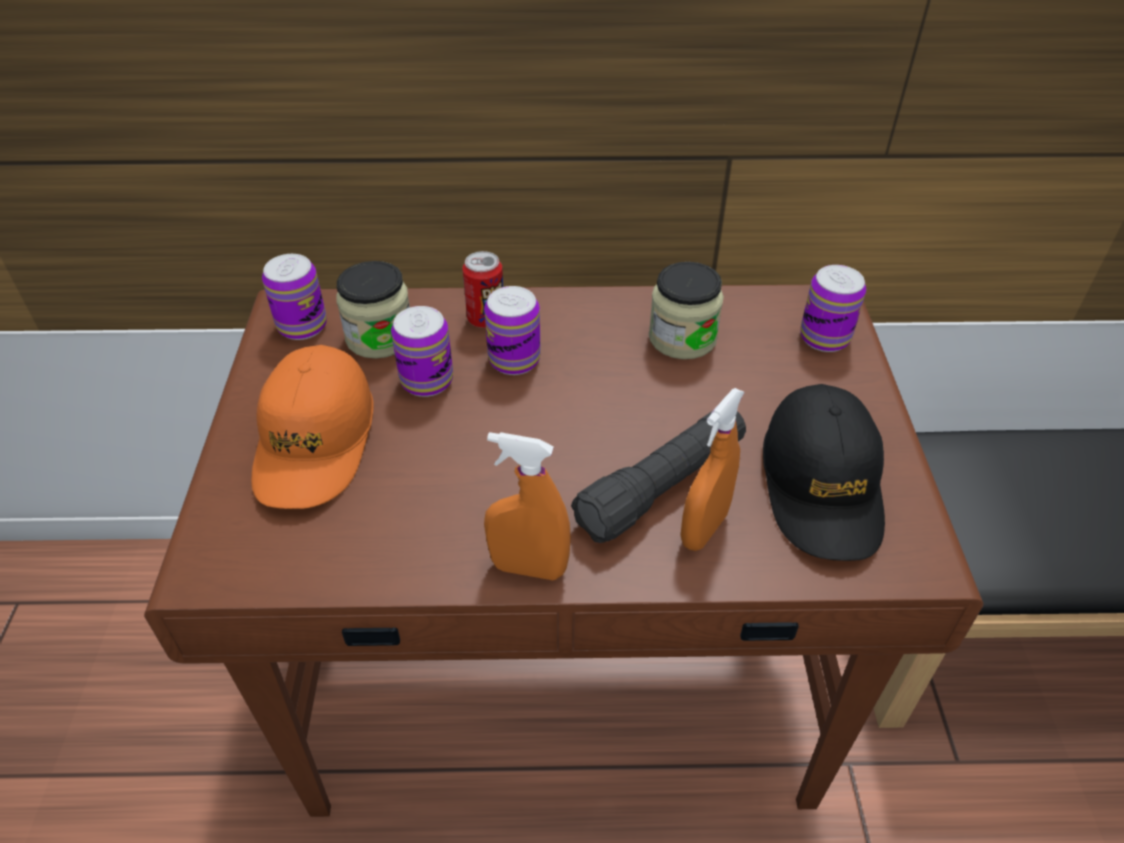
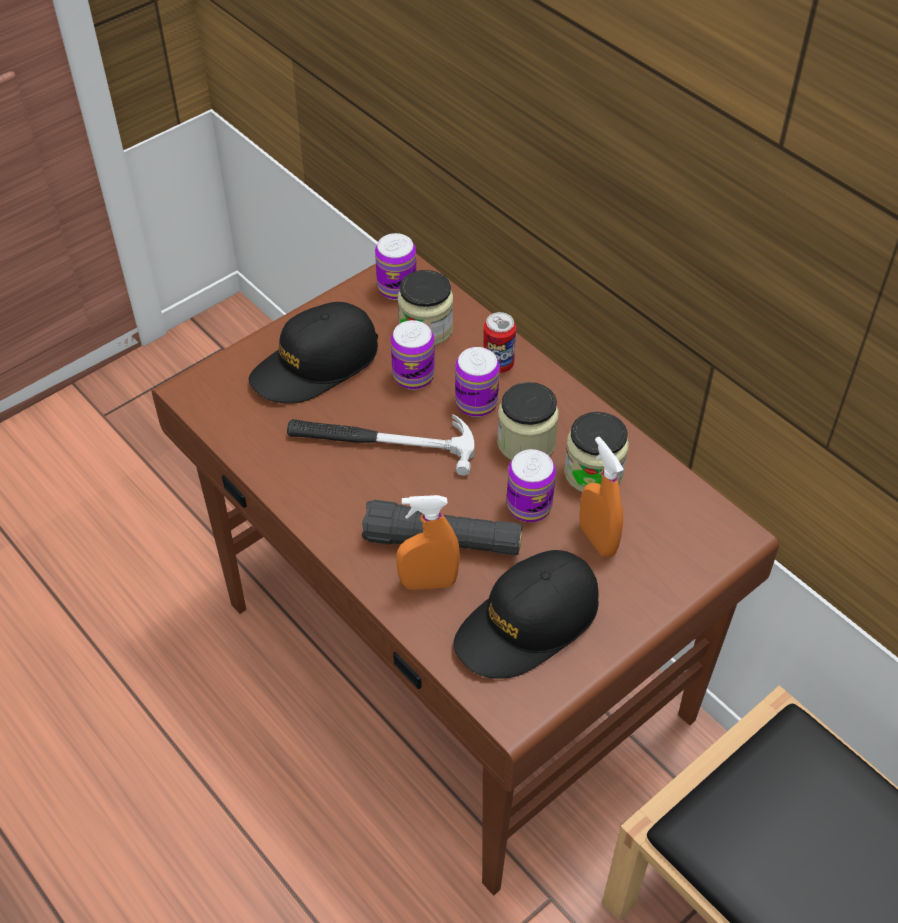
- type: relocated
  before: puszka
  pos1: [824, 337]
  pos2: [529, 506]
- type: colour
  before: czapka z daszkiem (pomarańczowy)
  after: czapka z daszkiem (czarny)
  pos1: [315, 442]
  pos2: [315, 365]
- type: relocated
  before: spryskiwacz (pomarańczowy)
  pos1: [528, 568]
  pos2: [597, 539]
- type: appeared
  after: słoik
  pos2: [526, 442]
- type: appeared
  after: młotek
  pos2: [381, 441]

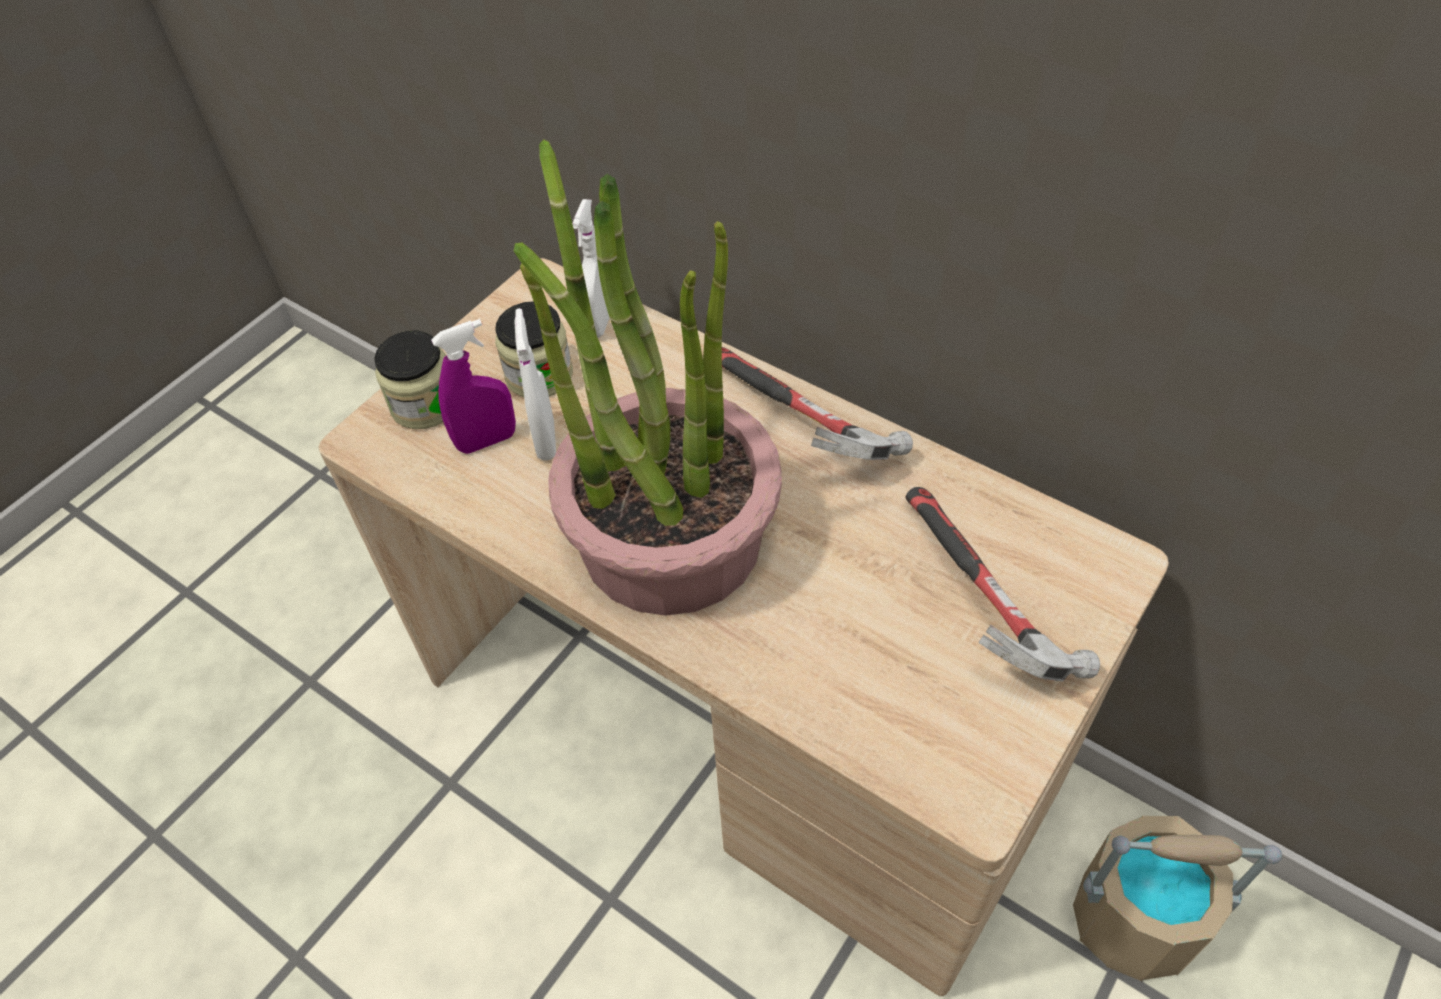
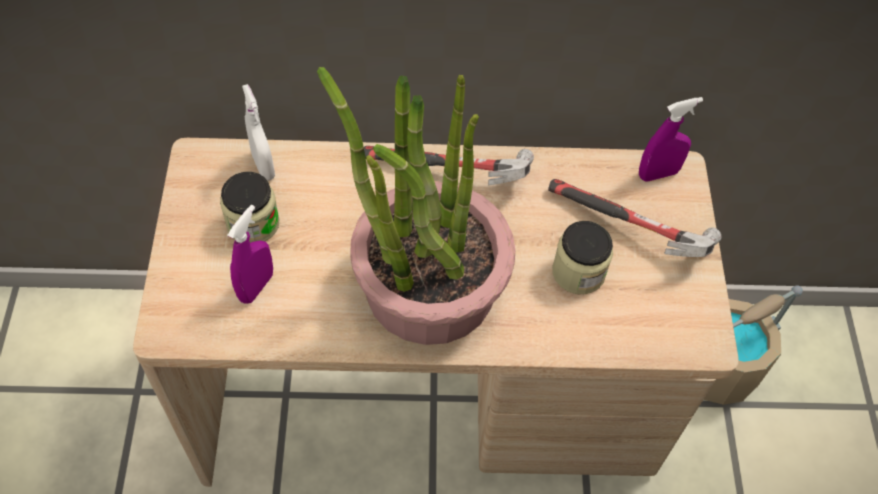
- type: missing
  before: spryskiwacz (biały)
  pos1: [546, 440]
- type: relocated
  before: słoik
  pos1: [425, 404]
  pos2: [578, 272]
- type: appeared
  after: spryskiwacz (fioletowy)
  pos2: [658, 174]

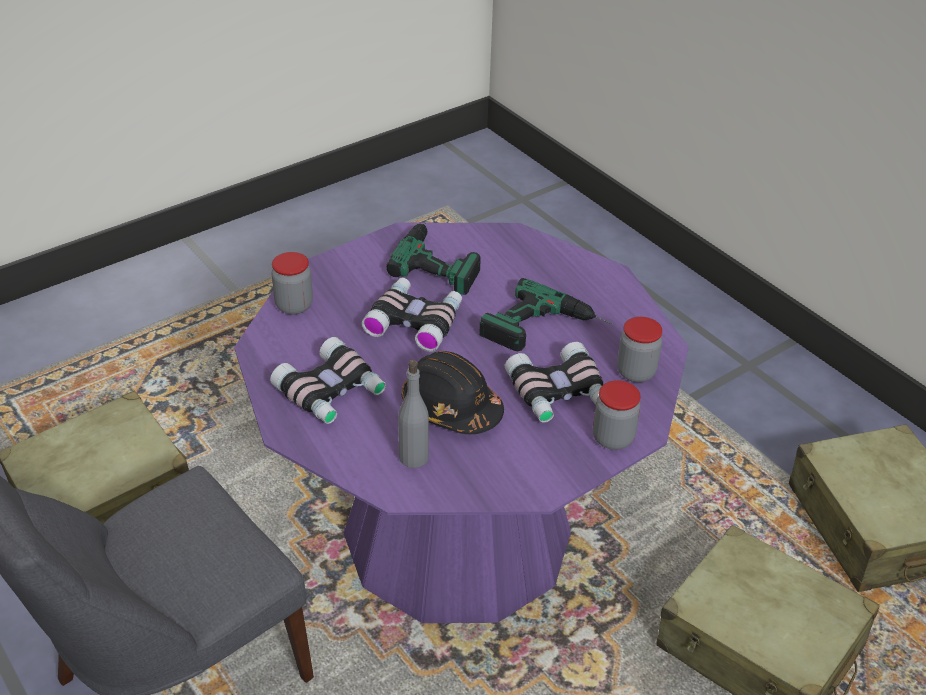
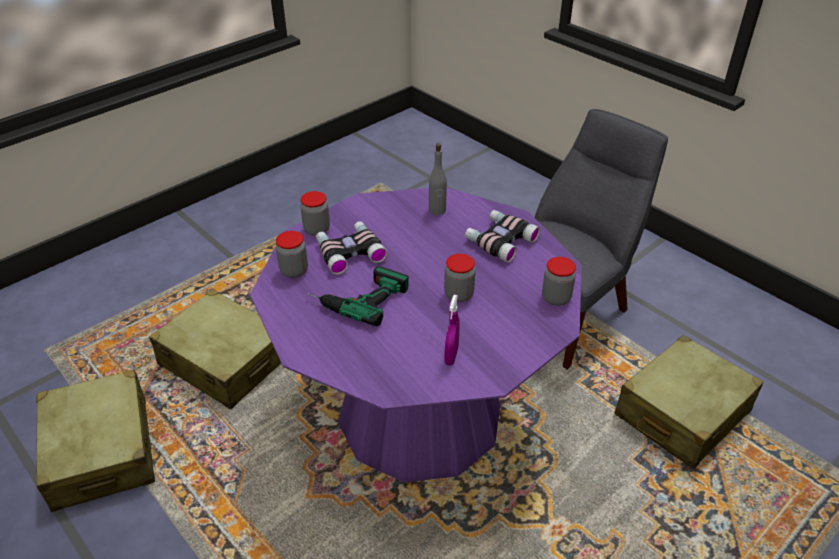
- type: exchanged
  before: wiertarka
  after: spryskiwacz (fioletowy)
  pos1: [441, 257]
  pos2: [451, 356]
- type: exchanged
  before: lornetka
  after: słoik
  pos1: [415, 320]
  pos2: [459, 295]
- type: missing
  before: kask (czarny)
  pos1: [451, 408]

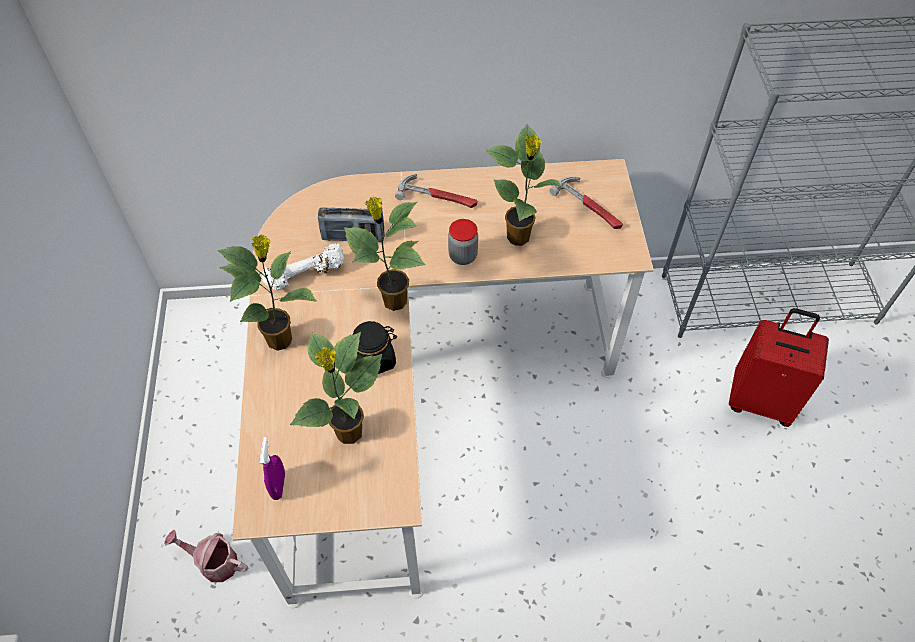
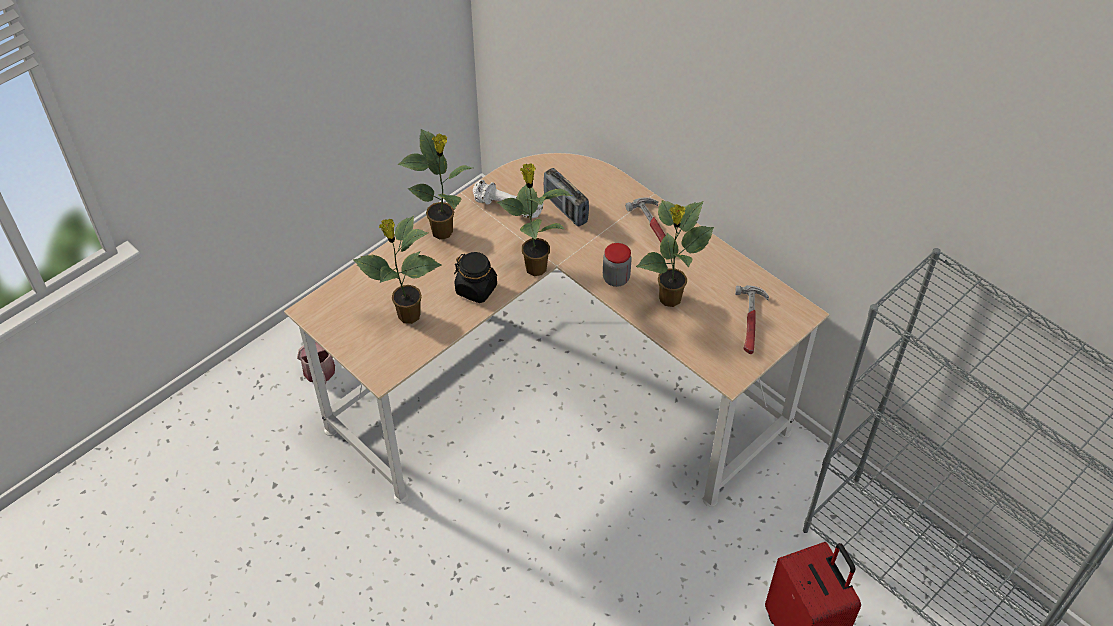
- type: missing
  before: spryskiwacz (fioletowy)
  pos1: [278, 485]

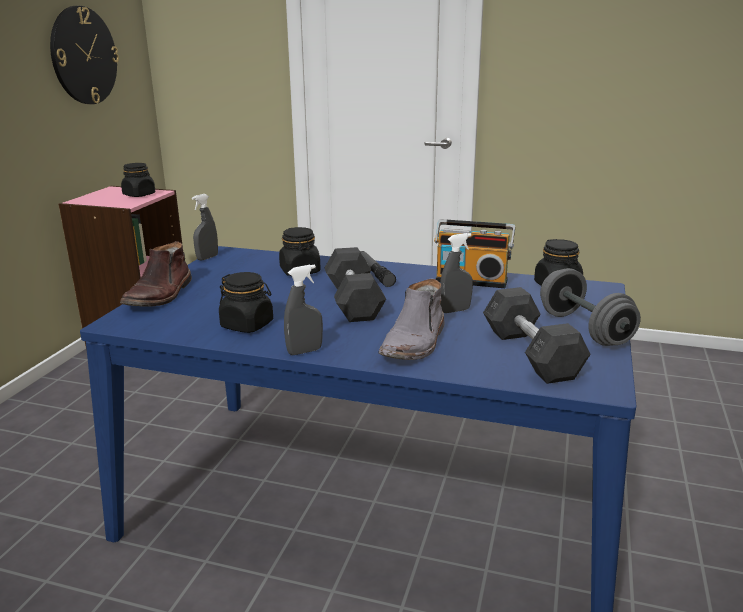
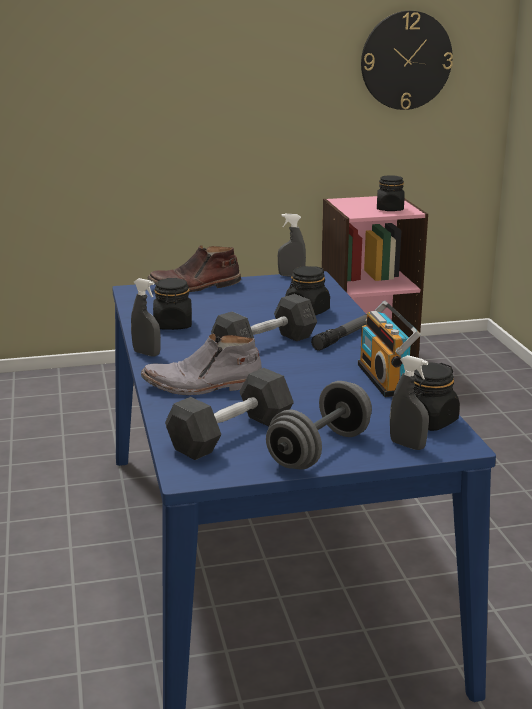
- type: relocated
  before: spryskiwacz (szary)
  pos1: [455, 310]
  pos2: [407, 445]

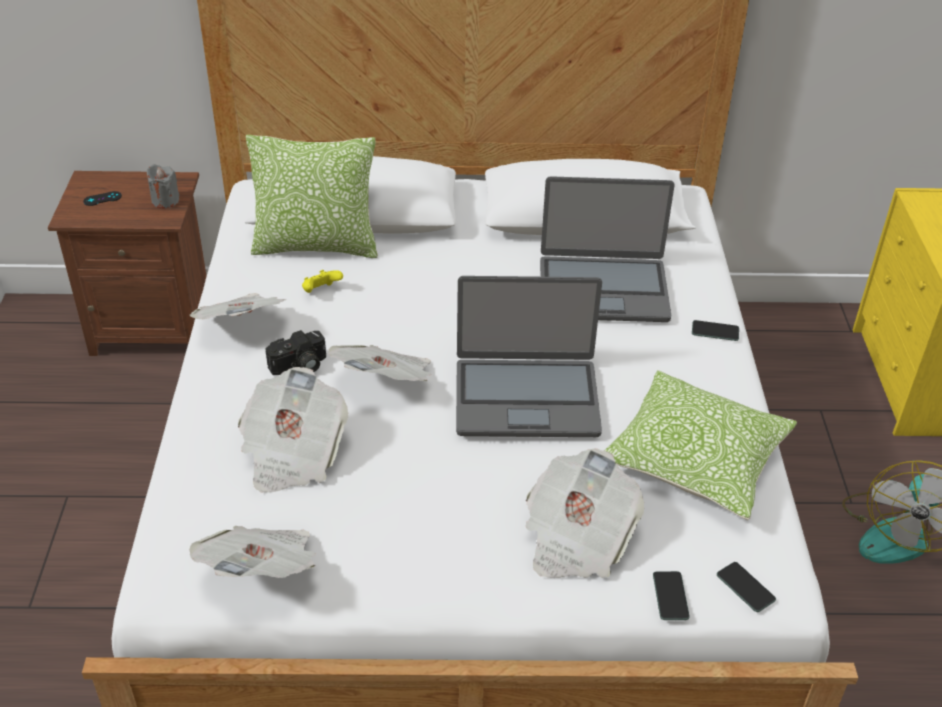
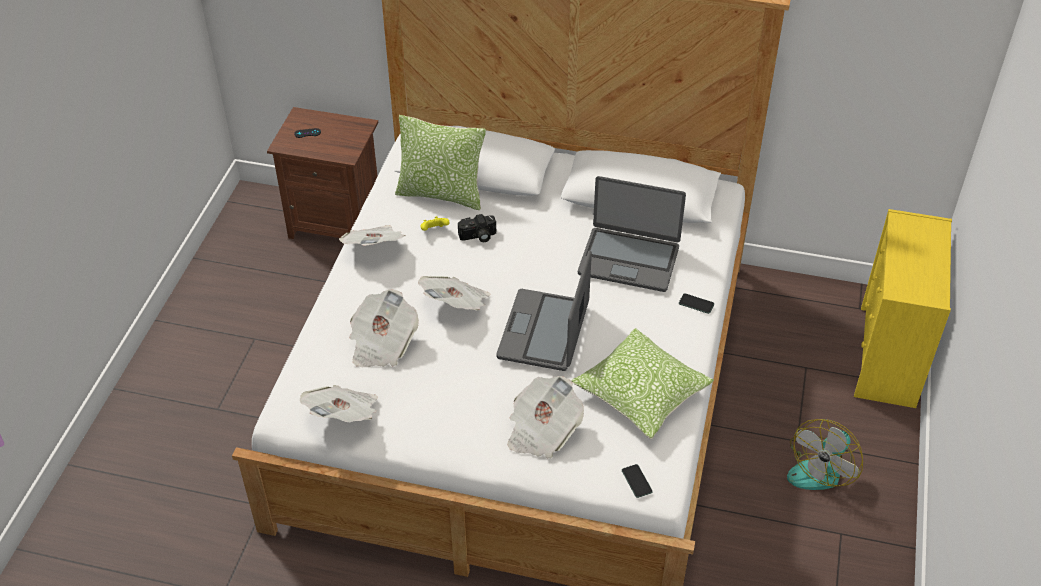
- type: missing
  before: świeca (szary)
  pos1: [165, 200]
- type: spun
  before: laptop
  pos1: [526, 398]
  pos2: [544, 331]
  turn: 90
- type: relocated
  before: aparat fotograficzny
  pos1: [299, 366]
  pos2: [478, 236]
- type: missing
  before: telefon
  pos1: [670, 596]

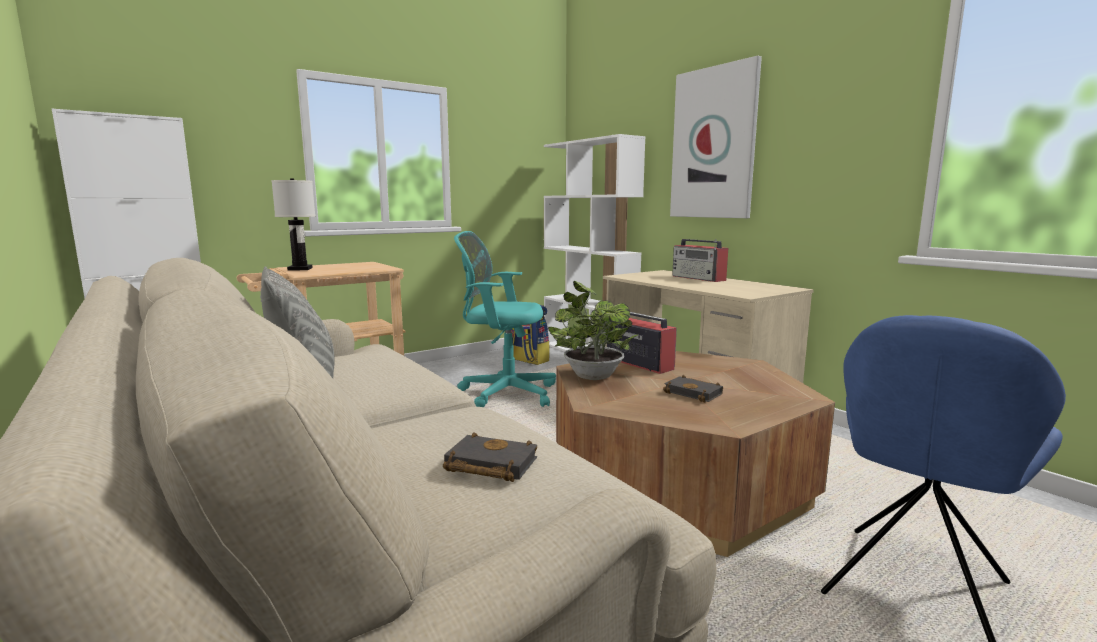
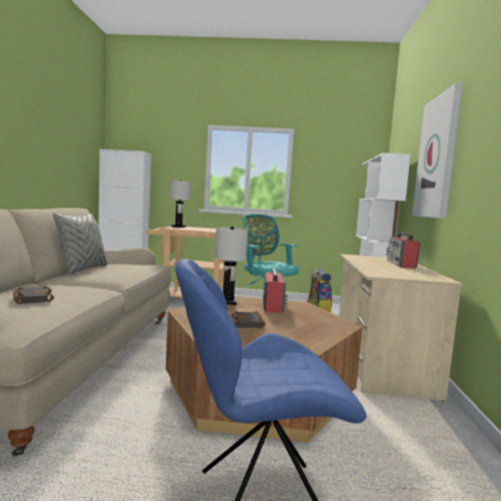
- type: exchanged
  before: roślina doniczkowa
  after: lampa stołowa (biały)
  pos1: [591, 375]
  pos2: [227, 302]

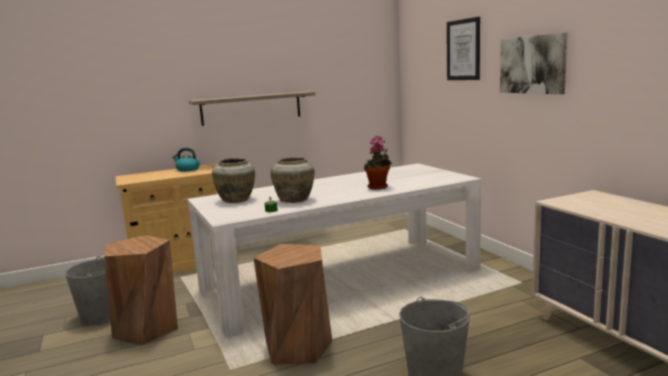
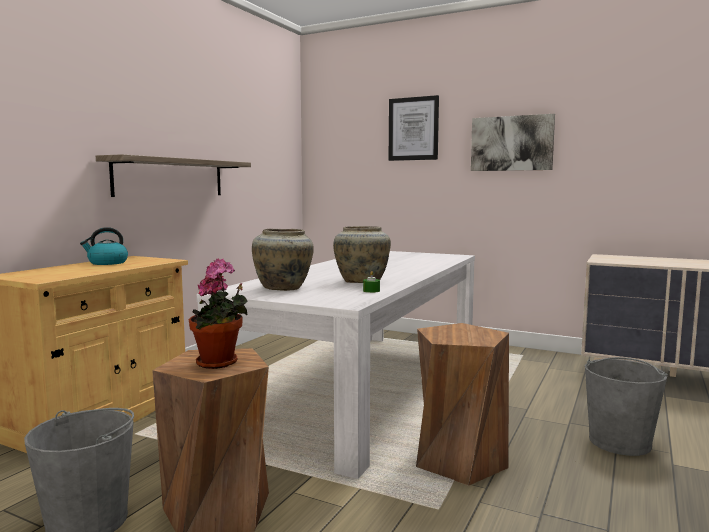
- type: relocated
  before: roślina doniczkowa
  pos1: [378, 188]
  pos2: [220, 363]

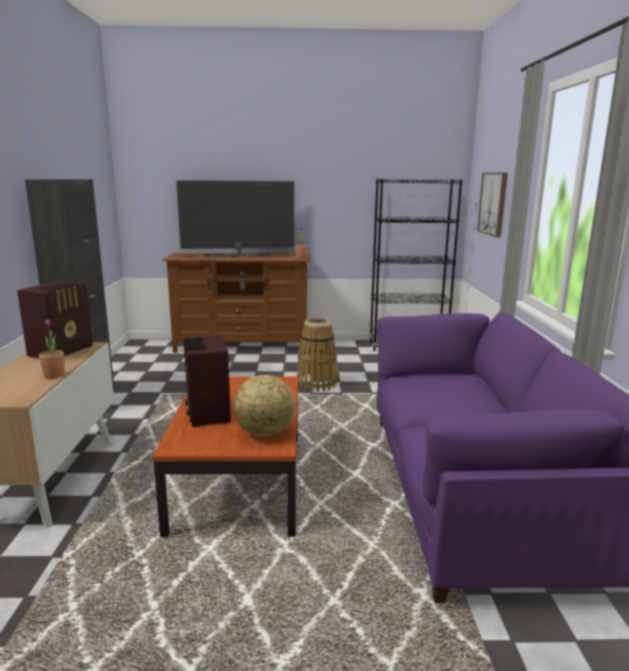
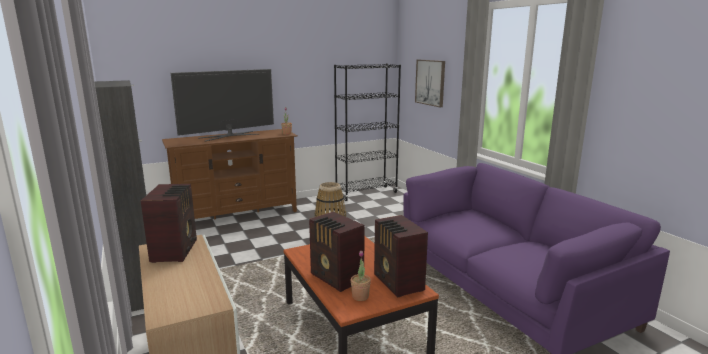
- type: relocated
  before: roślina doniczkowa
  pos1: [54, 375]
  pos2: [360, 296]
- type: exchanged
  before: globus
  after: radio
  pos1: [265, 433]
  pos2: [398, 283]

